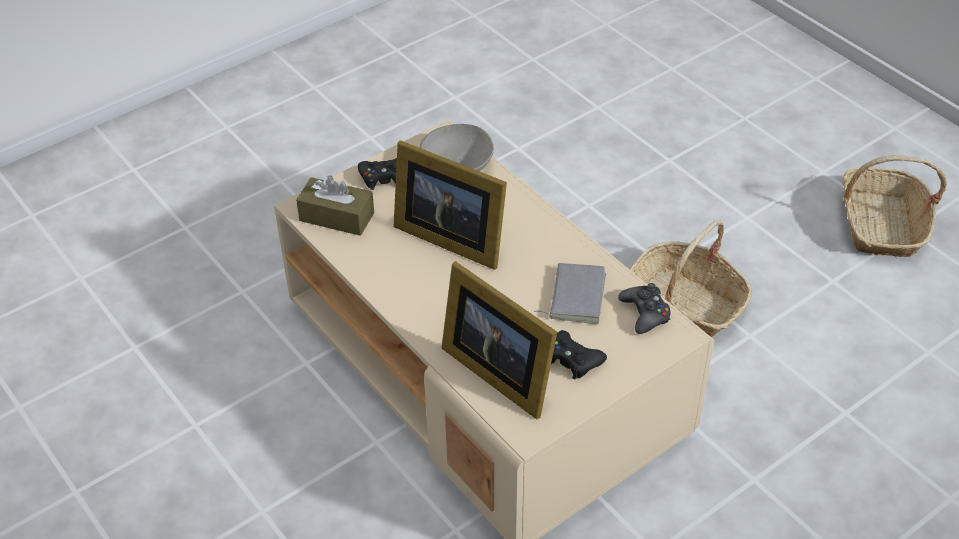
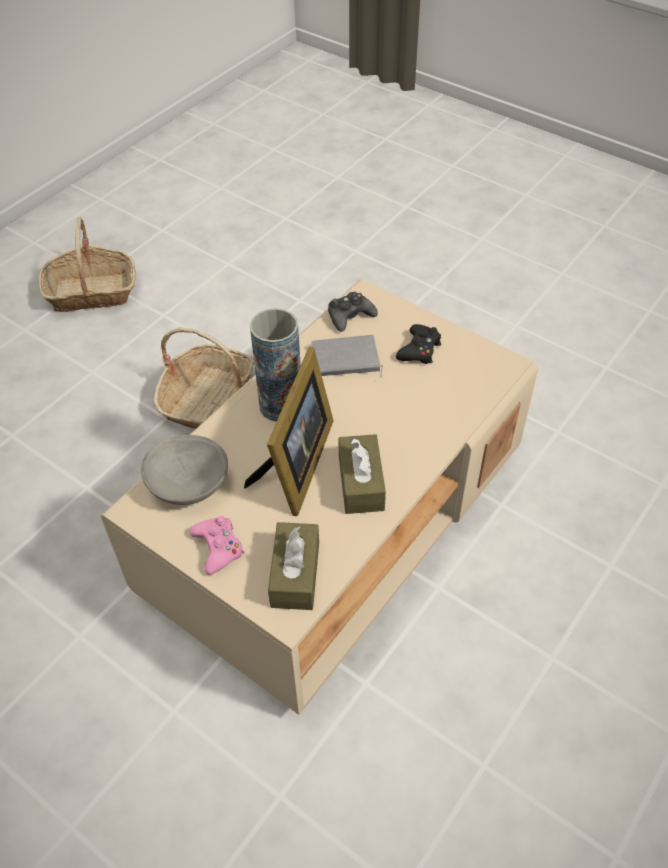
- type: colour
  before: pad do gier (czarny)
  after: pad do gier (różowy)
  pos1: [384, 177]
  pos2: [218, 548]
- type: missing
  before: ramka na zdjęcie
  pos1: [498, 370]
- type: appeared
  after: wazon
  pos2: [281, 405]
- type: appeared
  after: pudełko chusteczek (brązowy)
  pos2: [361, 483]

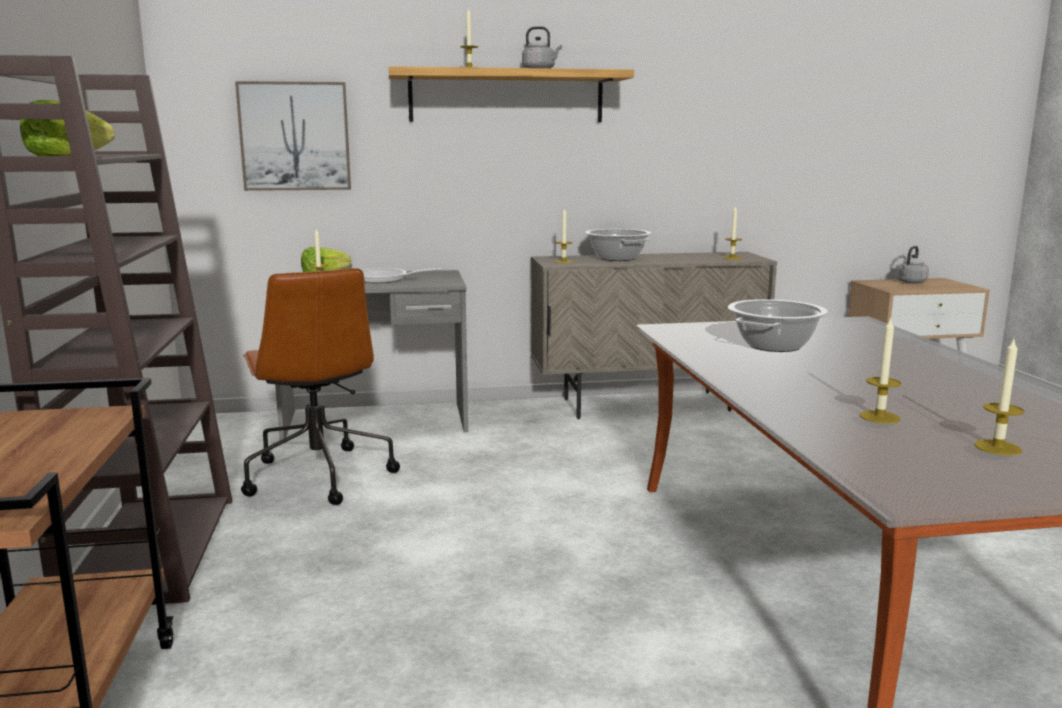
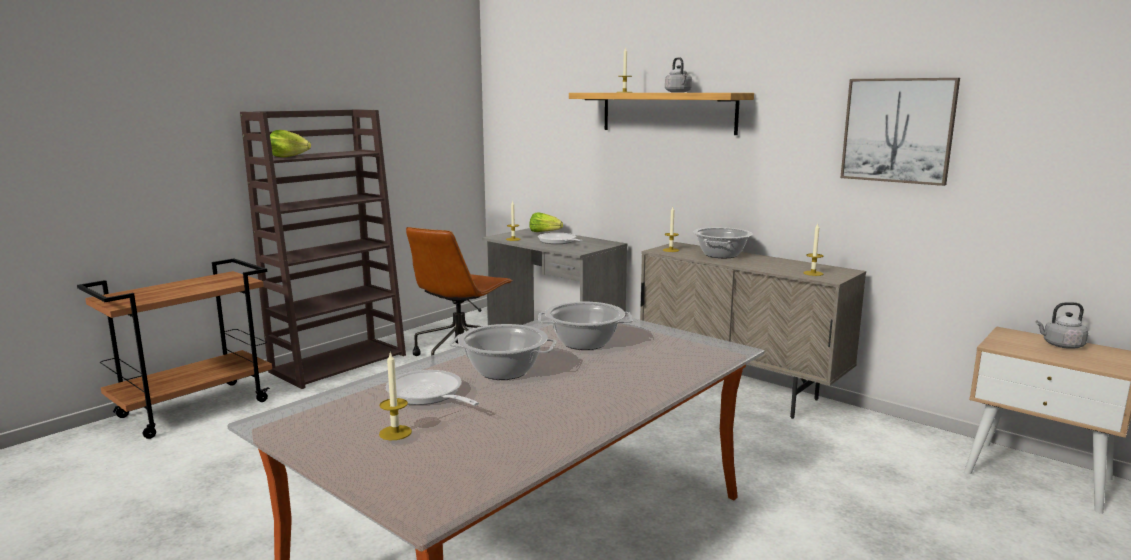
- type: relocated
  before: obraz
  pos1: [295, 136]
  pos2: [898, 130]
- type: exchanged
  before: świeca
  after: patelnia
  pos1: [879, 417]
  pos2: [428, 395]
- type: appeared
  after: garnek
  pos2: [503, 371]

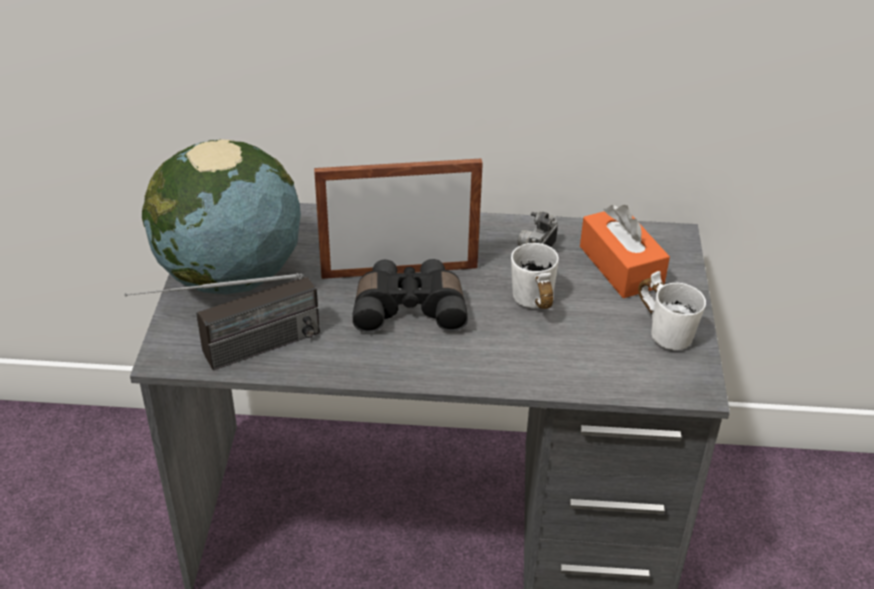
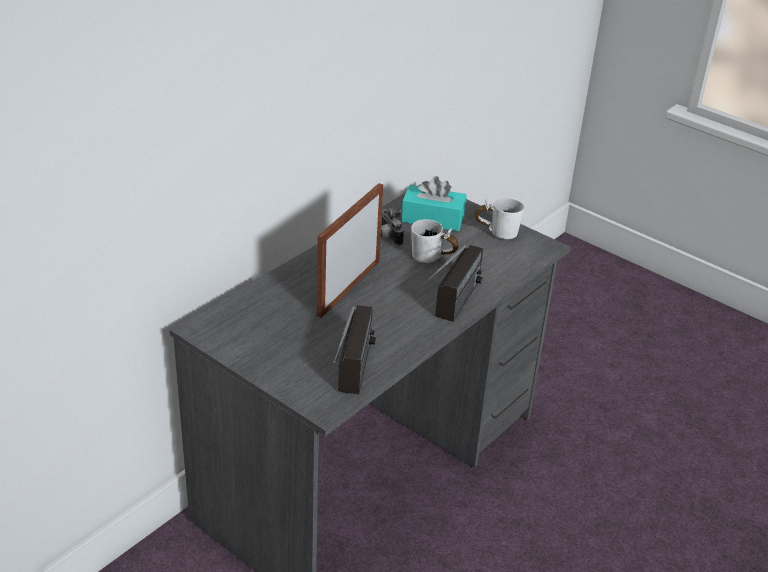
- type: missing
  before: globus
  pos1: [230, 276]
- type: colour
  before: pudełko chusteczek (pomarańczowy)
  after: pudełko chusteczek (turkusowy)
  pos1: [621, 266]
  pos2: [432, 219]
- type: missing
  before: lornetka (czarny)
  pos1: [409, 307]
- type: appeared
  after: radio
  pos2: [452, 310]

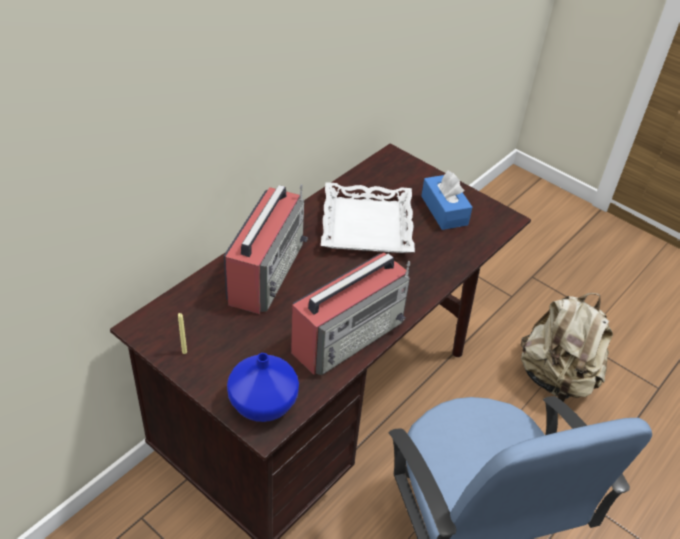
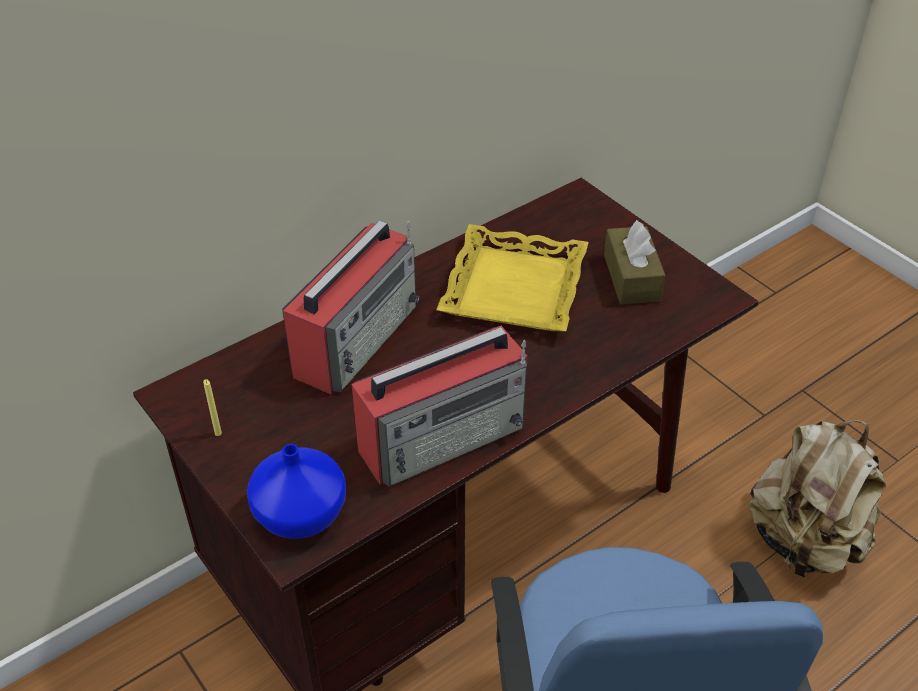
- type: colour
  before: pudełko chusteczek (niebieski)
  after: pudełko chusteczek (brązowy)
  pos1: [444, 210]
  pos2: [631, 277]
- type: colour
  before: taca (biały)
  after: taca (żółty)
  pos1: [366, 225]
  pos2: [513, 288]

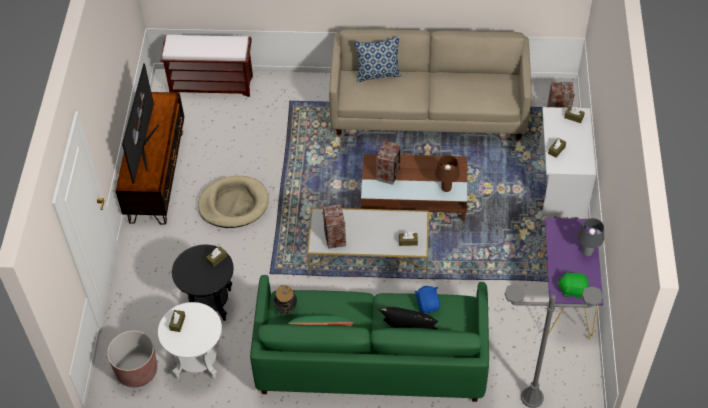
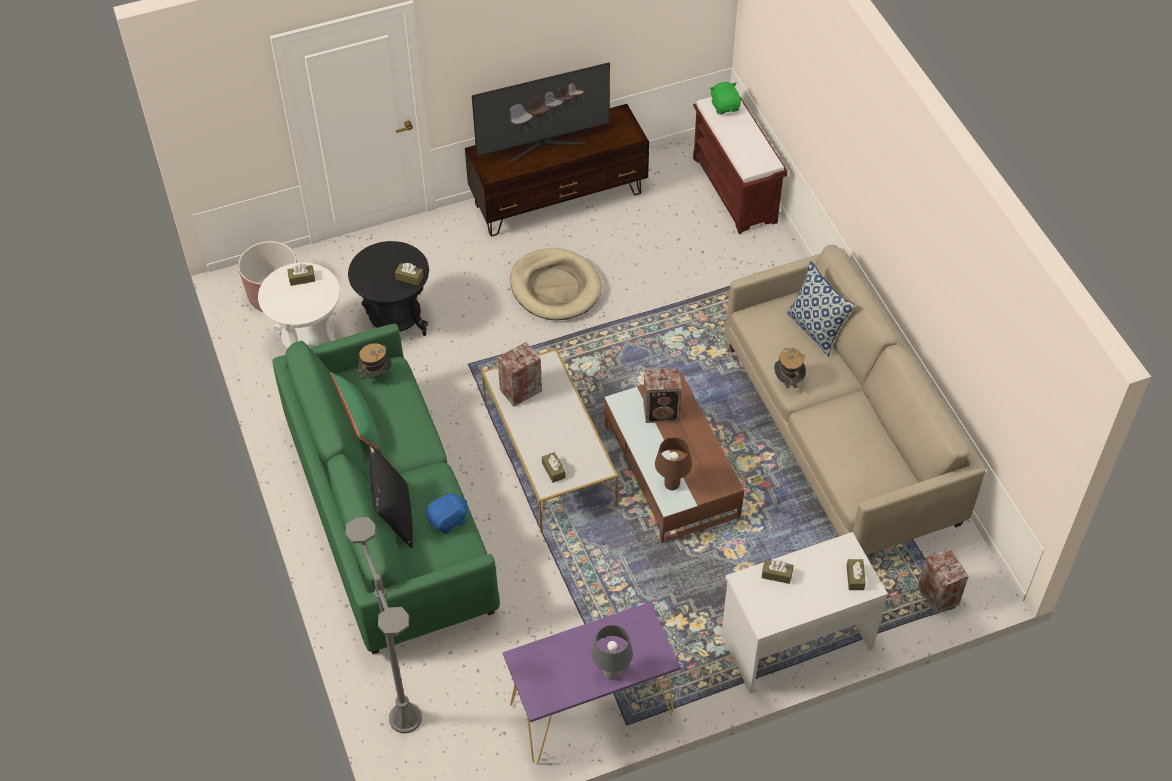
- type: relocated
  before: pluszak (zielony)
  pos1: [572, 289]
  pos2: [725, 106]
- type: appeared
  after: kapelusz
  pos2: [788, 381]

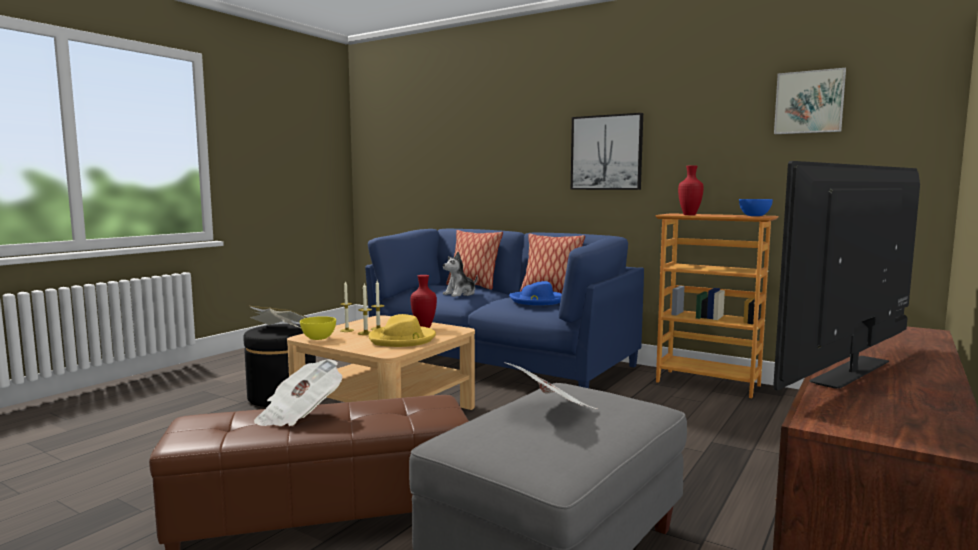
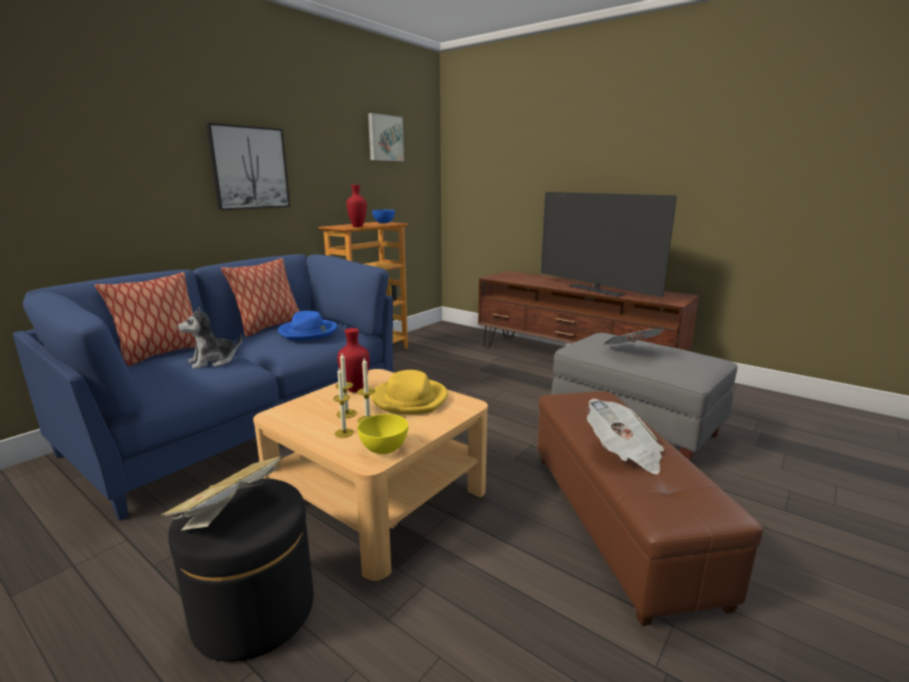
- type: spun
  before: pluszak
  pos1: [460, 294]
  pos2: [213, 361]
  turn: 90

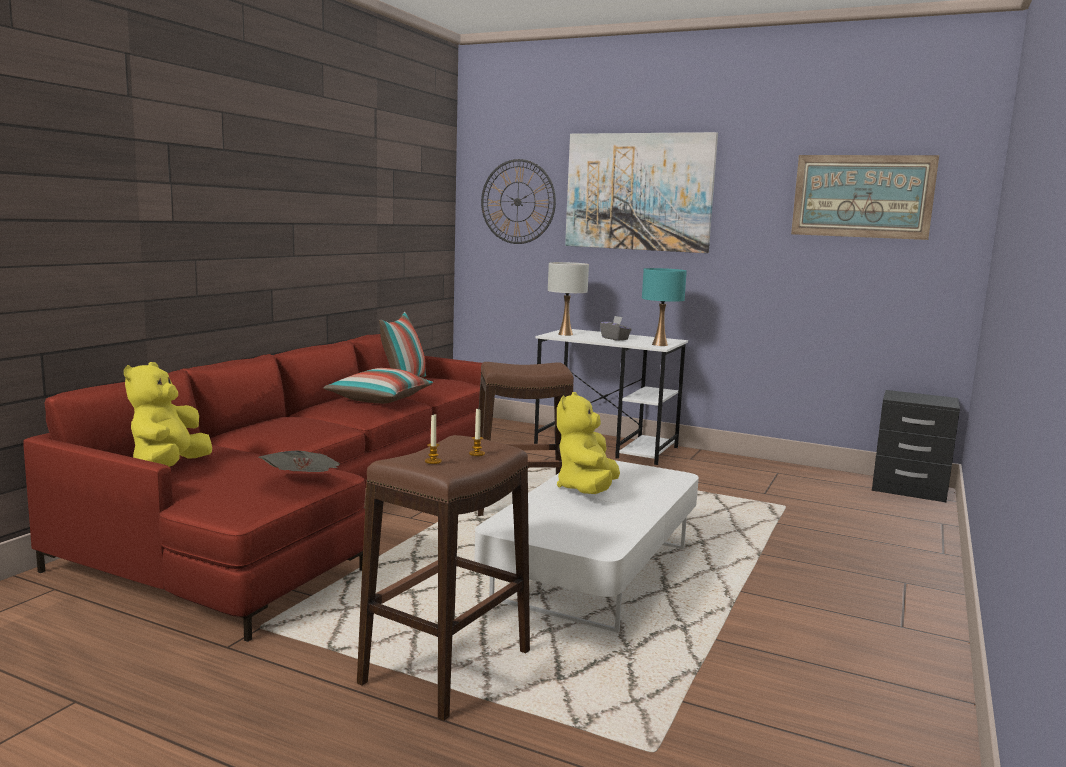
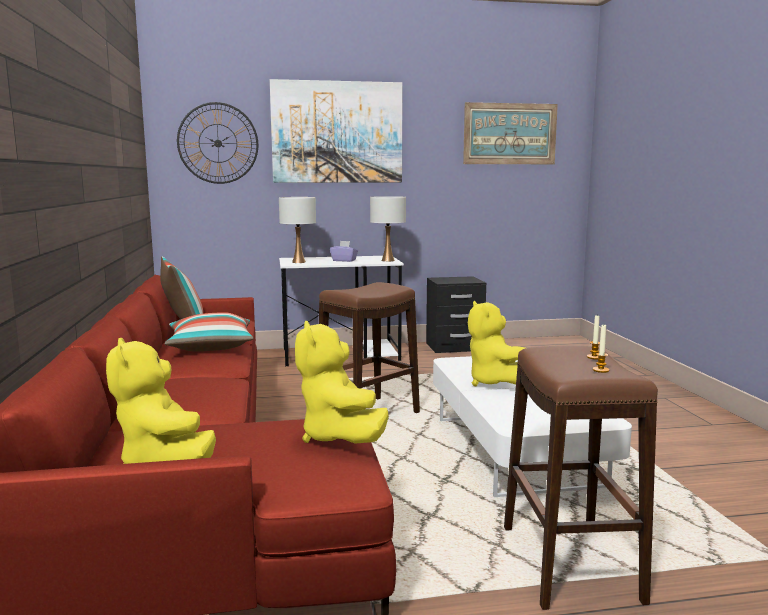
- type: colour
  before: lampa stołowa (turkusowy)
  after: lampa stołowa (biały)
  pos1: [660, 345]
  pos2: [388, 260]
- type: colour
  before: pudełko chusteczek (szary)
  after: pudełko chusteczek (fioletowy)
  pos1: [615, 338]
  pos2: [344, 260]
- type: relocated
  before: szafka nocna (czarny)
  pos1: [908, 489]
  pos2: [454, 347]
- type: exchanged
  before: gazeta
  after: pluszak (żółty)
  pos1: [302, 483]
  pos2: [339, 437]

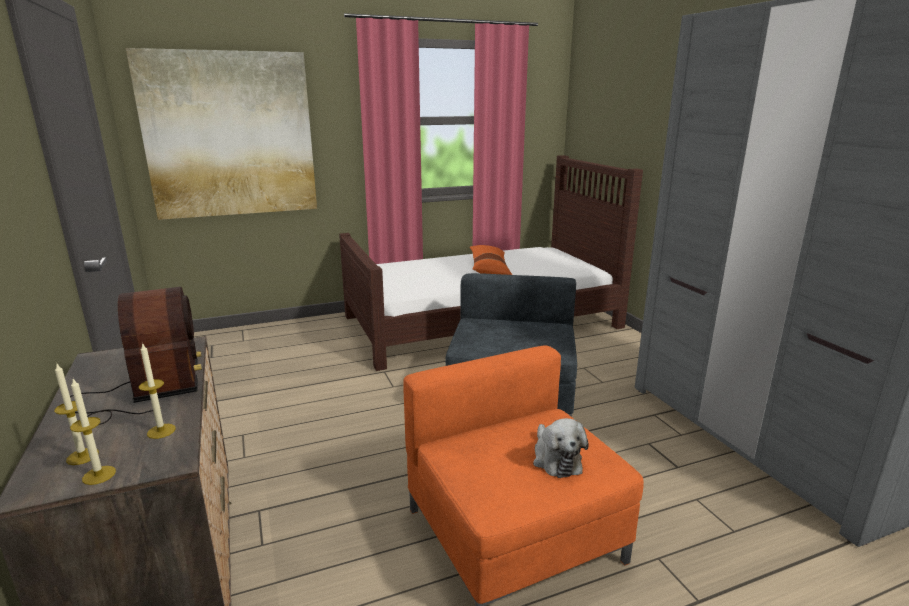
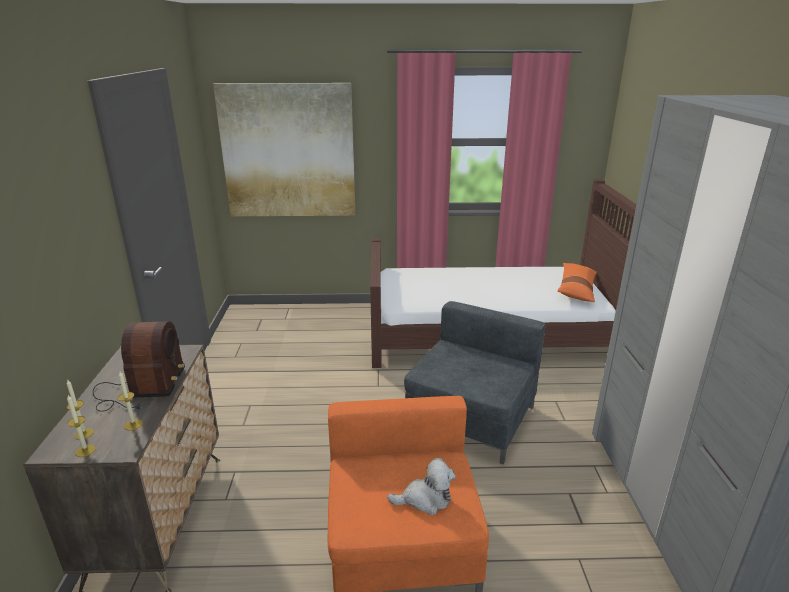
- type: relocated
  before: poduszka (pomarańczowy)
  pos1: [489, 269]
  pos2: [576, 289]
- type: spun
  before: pluszak
  pos1: [556, 459]
  pos2: [425, 499]
  turn: -105

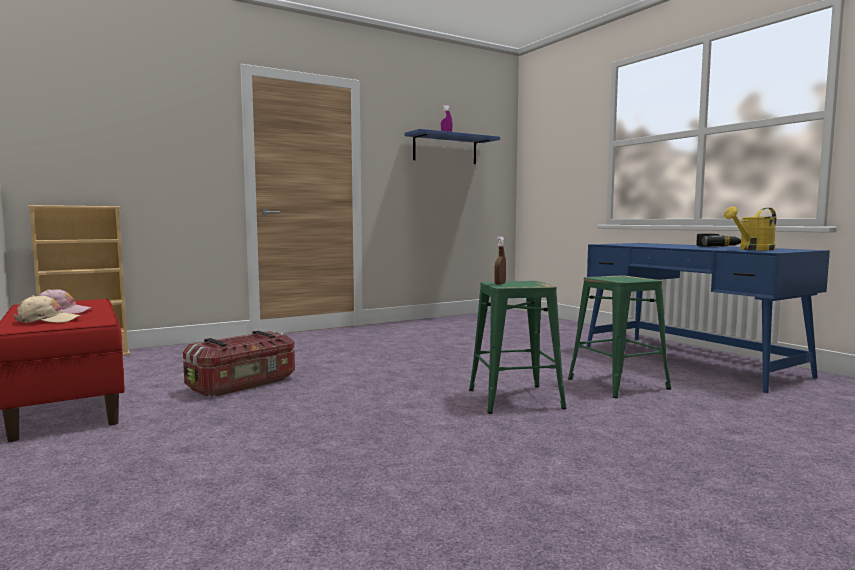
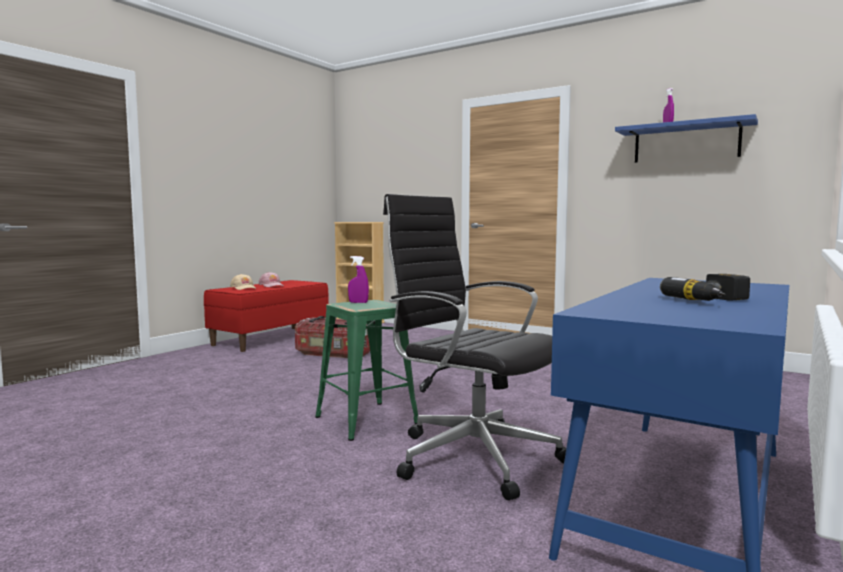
- type: missing
  before: konewka (żółty)
  pos1: [752, 249]
- type: colour
  before: spryskiwacz (brązowy)
  after: spryskiwacz (fioletowy)
  pos1: [500, 284]
  pos2: [358, 302]
- type: exchanged
  before: stołek (zielony)
  after: krzesło biurowe (czarny)
  pos1: [617, 384]
  pos2: [472, 456]

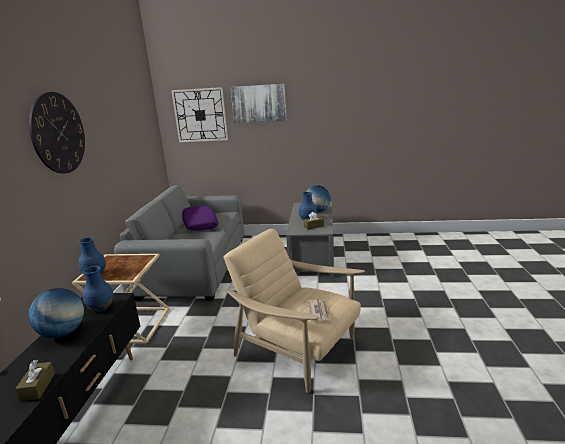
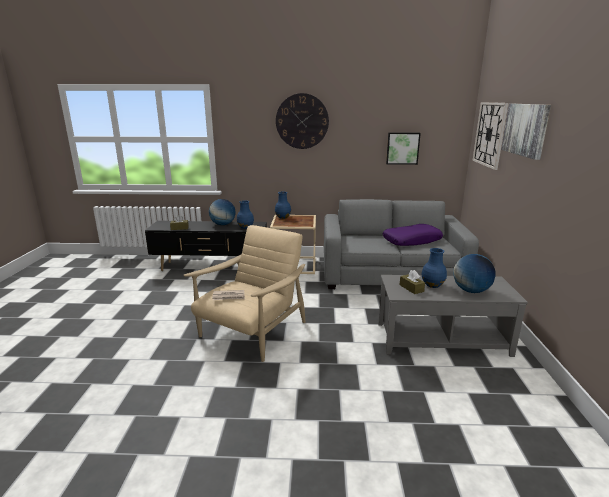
- type: appeared
  after: obraz
  pos2: [402, 148]

